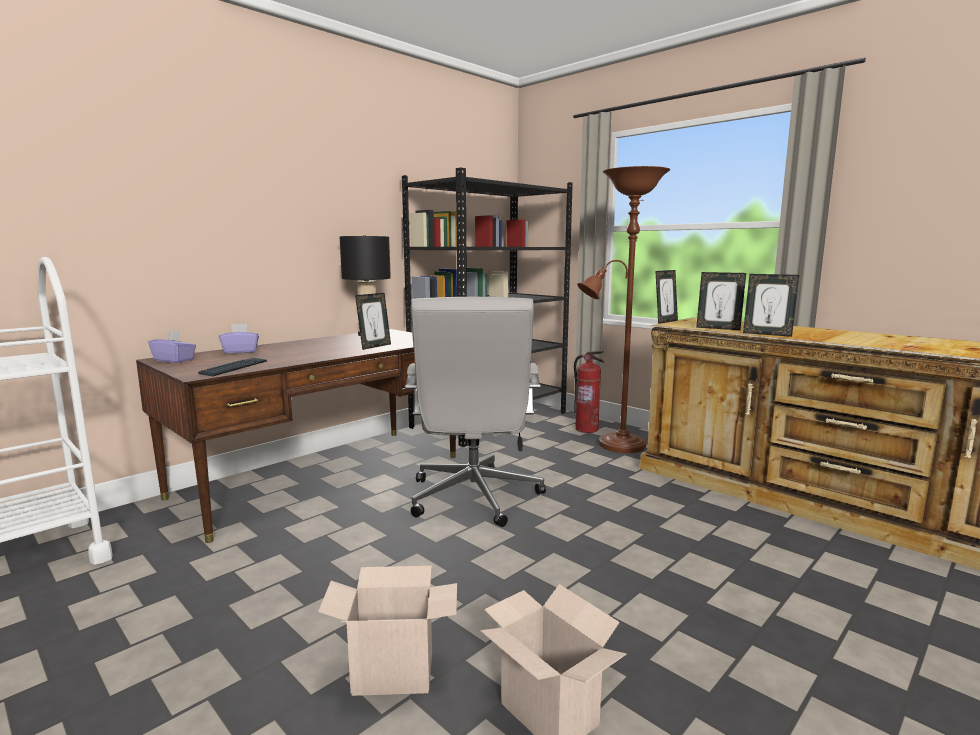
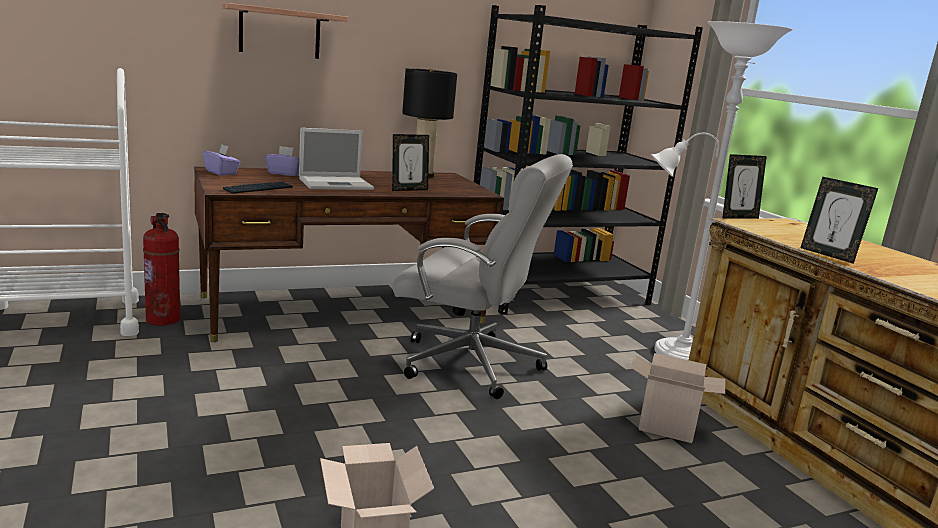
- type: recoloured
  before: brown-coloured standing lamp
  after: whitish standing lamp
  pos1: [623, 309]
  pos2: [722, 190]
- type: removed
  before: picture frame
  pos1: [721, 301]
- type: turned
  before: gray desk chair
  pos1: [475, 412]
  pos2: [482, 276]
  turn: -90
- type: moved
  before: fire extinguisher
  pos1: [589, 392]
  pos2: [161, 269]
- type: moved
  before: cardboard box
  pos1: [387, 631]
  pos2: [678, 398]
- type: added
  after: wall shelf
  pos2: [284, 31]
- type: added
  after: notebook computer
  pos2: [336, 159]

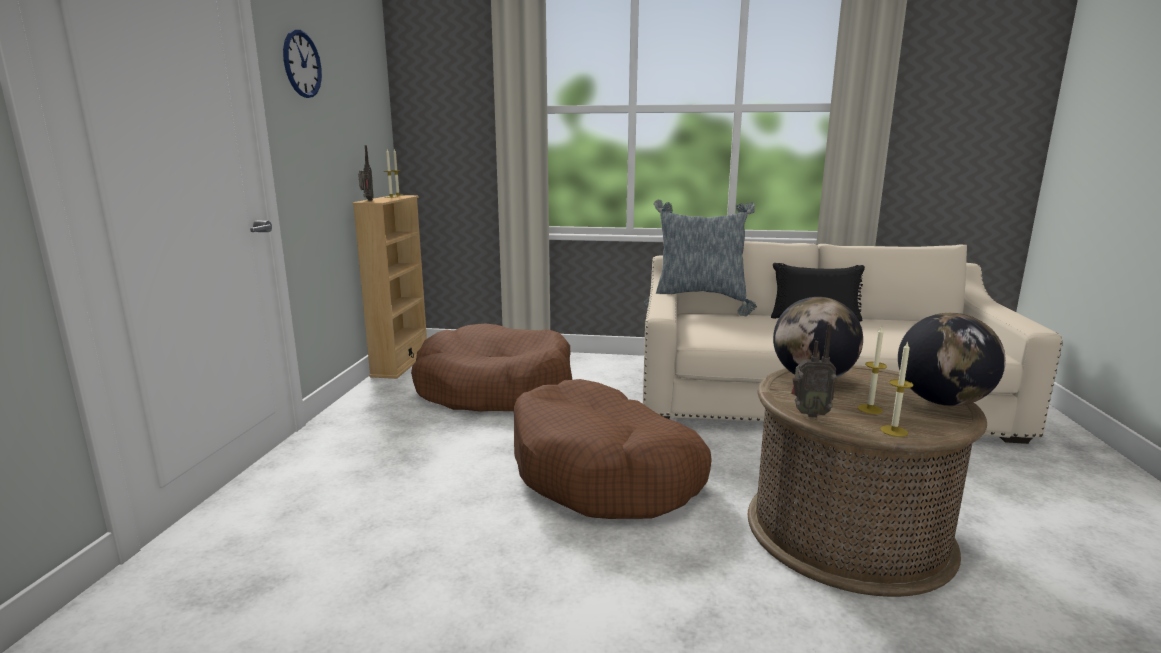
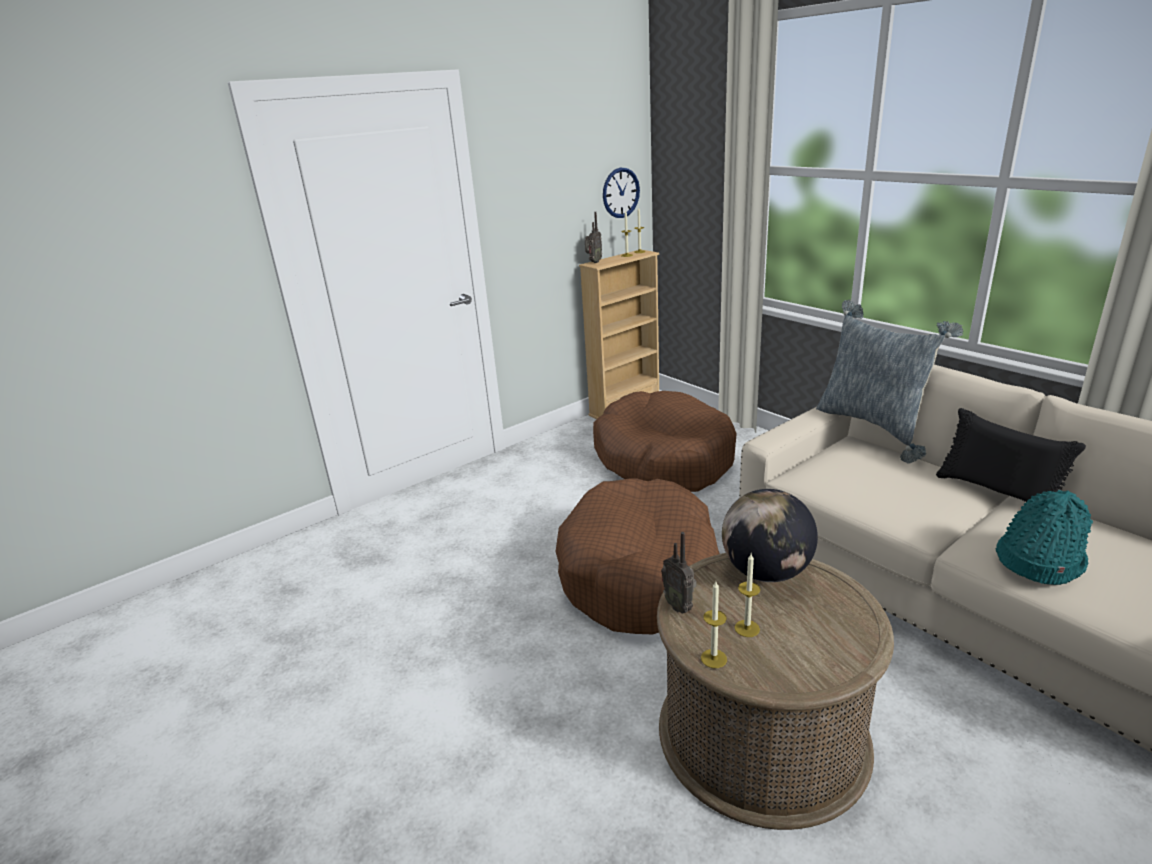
- type: moved
  before: wall clock
  pos1: [302, 64]
  pos2: [621, 193]
- type: removed
  before: desk globe
  pos1: [952, 359]
- type: added
  after: turquoise hat
  pos2: [1044, 537]

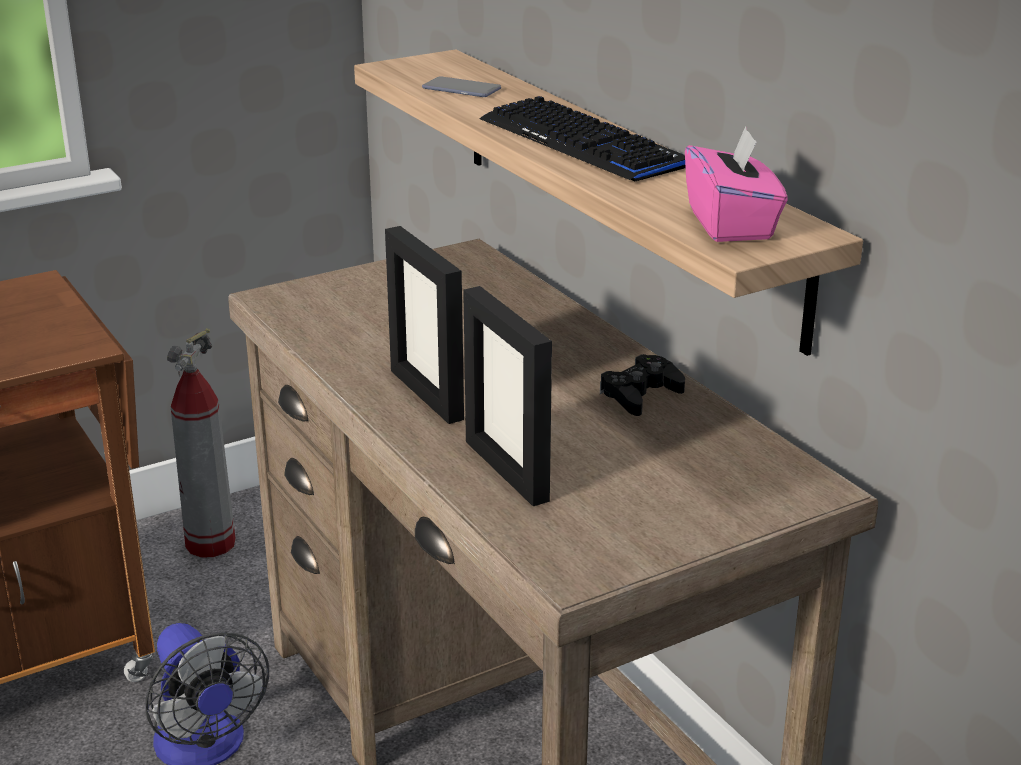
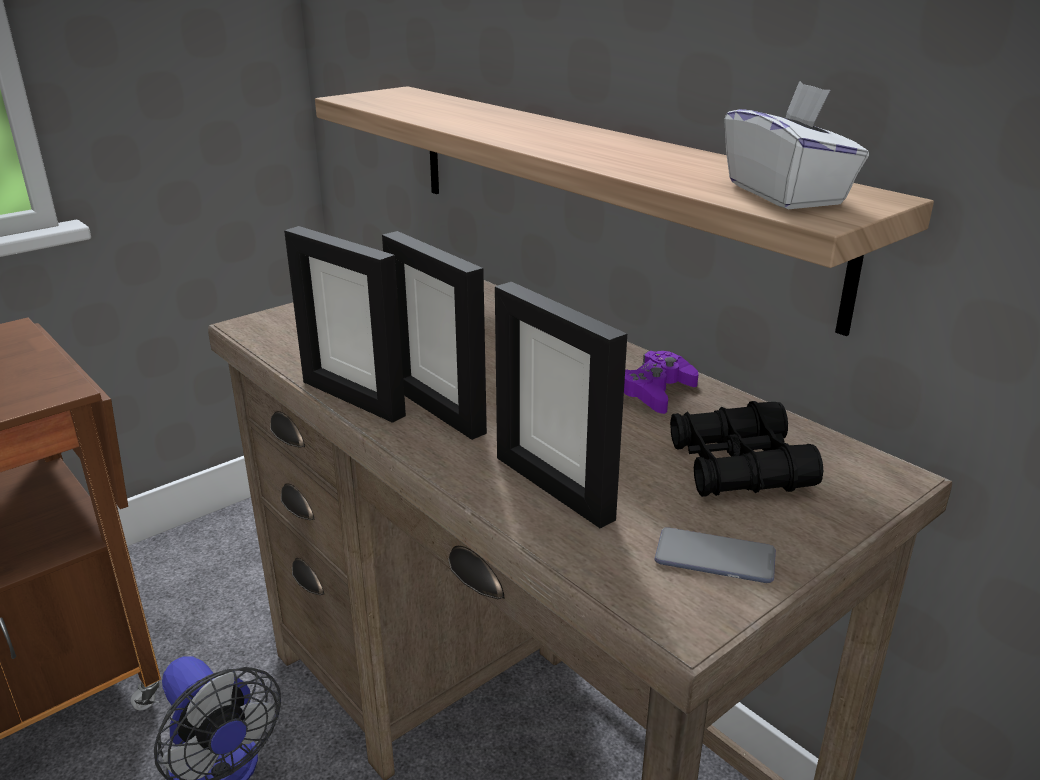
- type: moved
  before: telephone
  pos1: [461, 86]
  pos2: [715, 555]
- type: removed
  before: PC keyboard
  pos1: [583, 138]
- type: recoloured
  before: pink-coloured tissue box
  after: whitish tissue box
  pos1: [736, 184]
  pos2: [796, 145]
- type: removed
  before: fire extinguisher
  pos1: [201, 443]
- type: recoloured
  before: black game controller
  after: purple-coloured game controller
  pos1: [642, 385]
  pos2: [661, 382]
- type: added
  after: picture frame
  pos2: [345, 324]
- type: added
  after: black binoculars
  pos2: [746, 449]

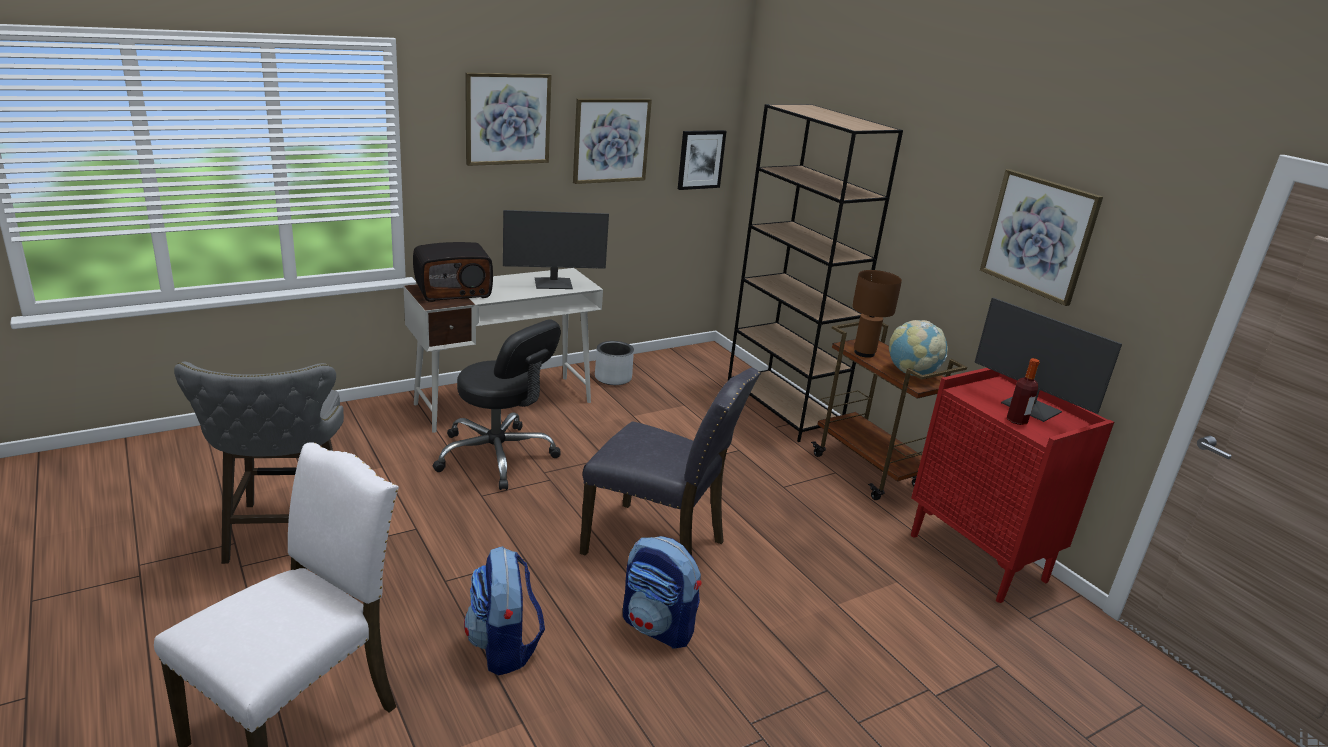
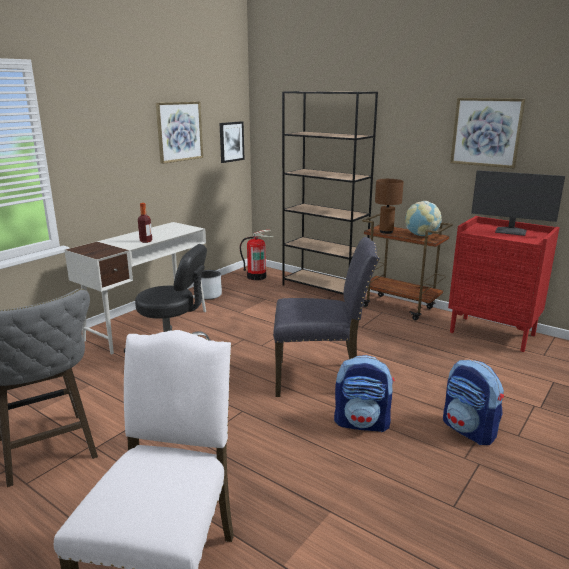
- type: removed
  before: wall art
  pos1: [508, 119]
- type: removed
  before: computer display
  pos1: [556, 249]
- type: removed
  before: radio set
  pos1: [453, 272]
- type: moved
  before: bottle
  pos1: [1023, 391]
  pos2: [145, 223]
- type: moved
  before: backpack
  pos1: [504, 610]
  pos2: [473, 402]
- type: added
  after: fire extinguisher
  pos2: [256, 255]

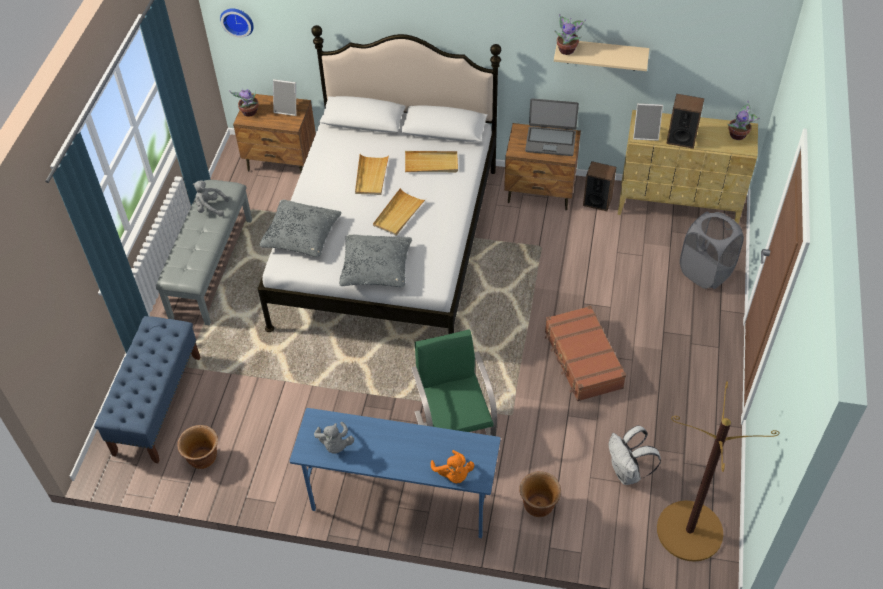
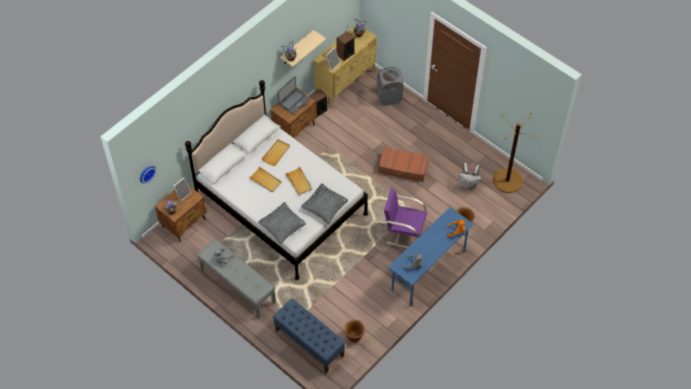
- type: recoloured
  before: greenish plain chair
  after: purple-coloured plain chair
  pos1: [454, 382]
  pos2: [405, 218]

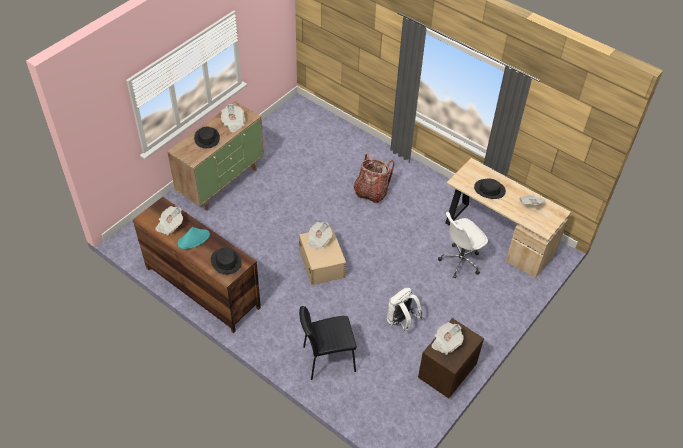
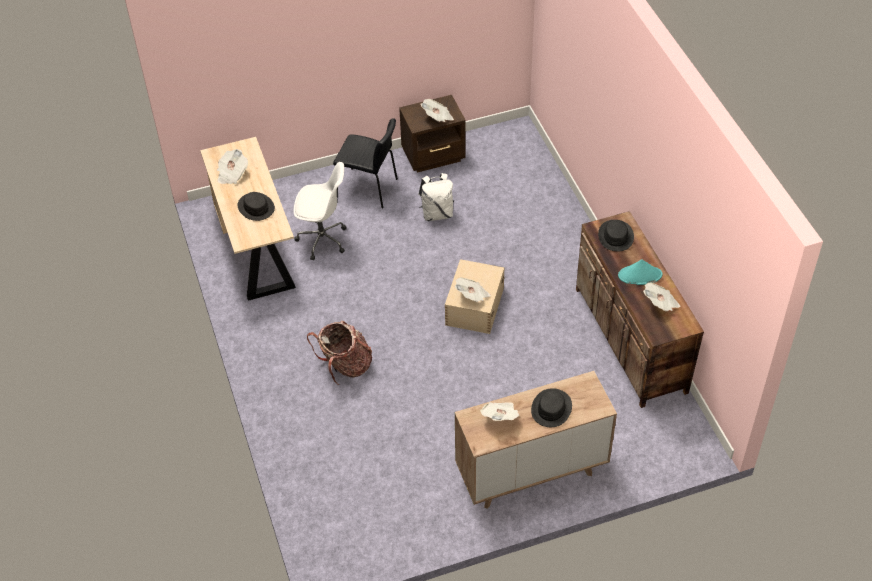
- type: moved
  before: black plain chair
  pos1: [328, 343]
  pos2: [365, 163]

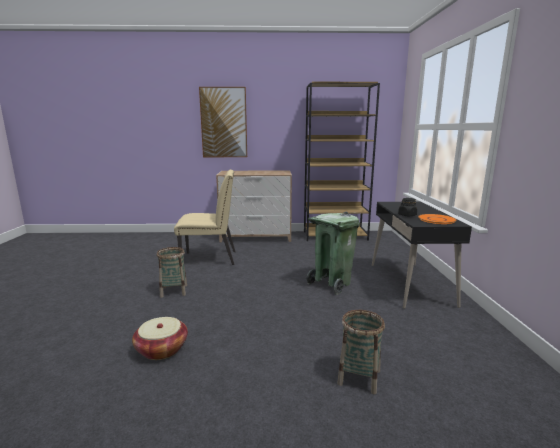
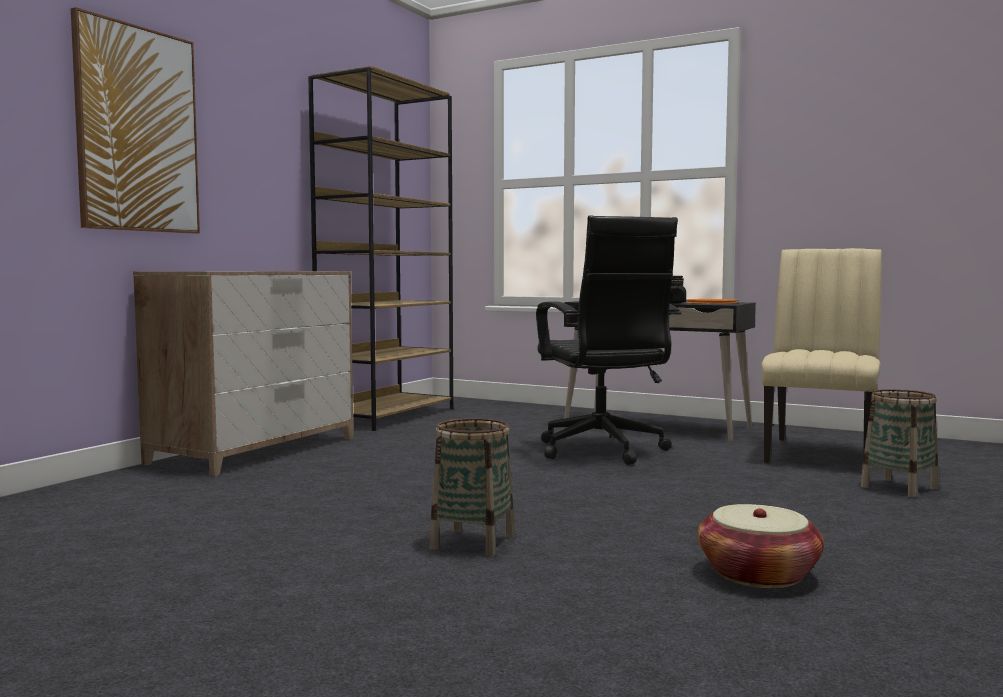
- type: moved
  before: beige-coloured plain chair
  pos1: [205, 217]
  pos2: [822, 355]
- type: replaced
  before: greenish rubbish bin
  after: black desk chair
  pos1: [333, 253]
  pos2: [609, 340]

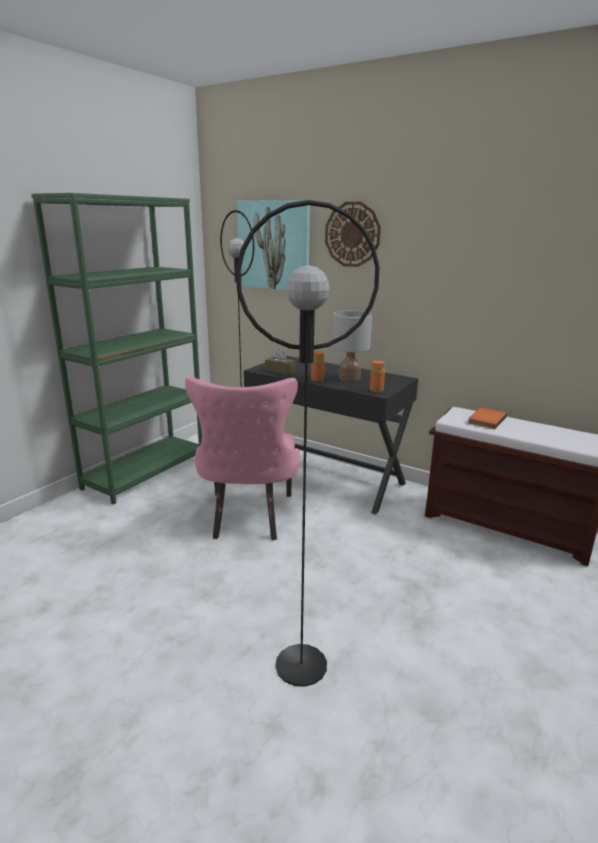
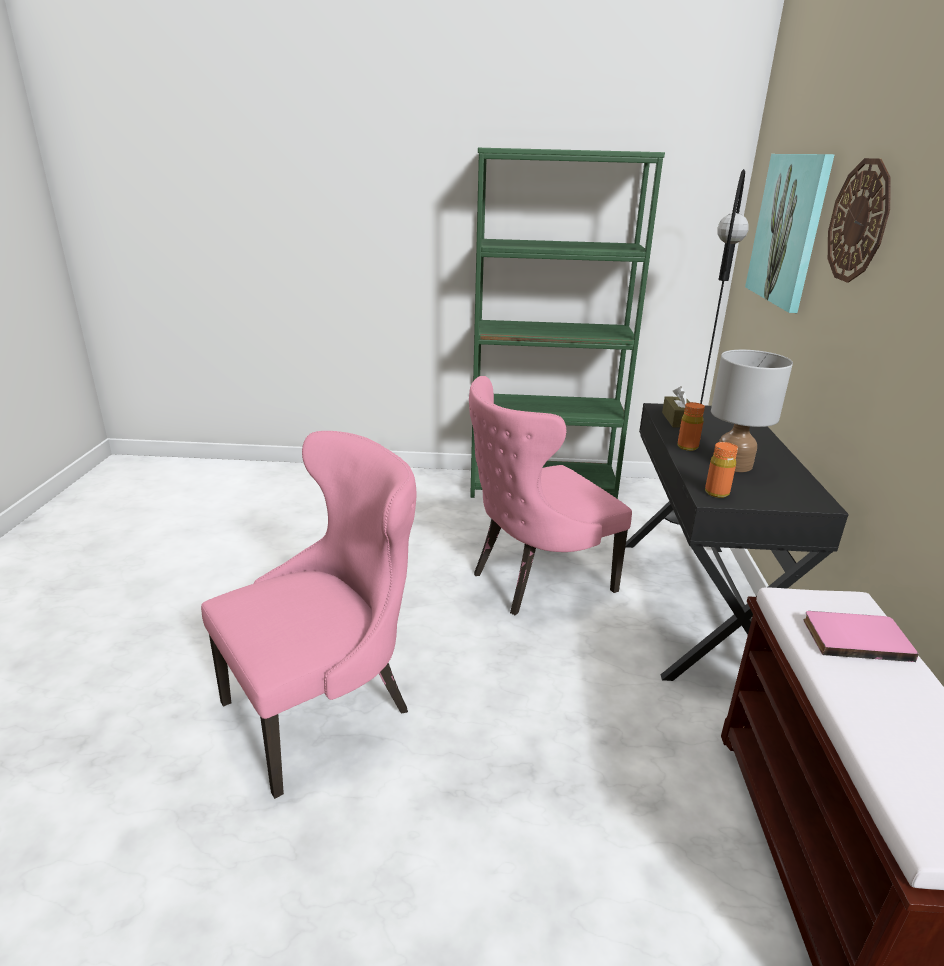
- type: replaced
  before: black standing lamp
  after: pink-coloured plain chair
  pos1: [308, 443]
  pos2: [309, 615]
- type: recoloured
  before: orange bound book
  after: pink-coloured bound book
  pos1: [487, 418]
  pos2: [861, 636]

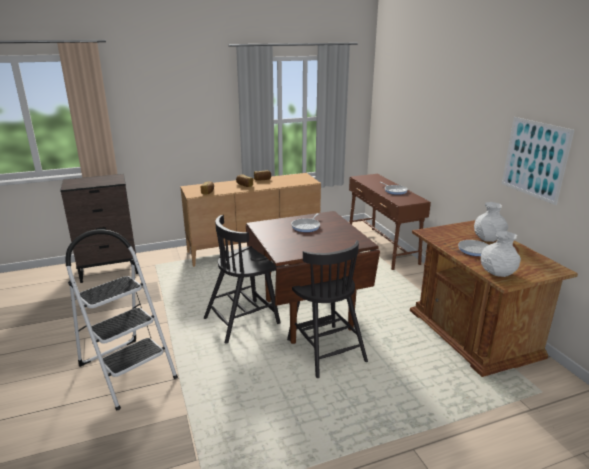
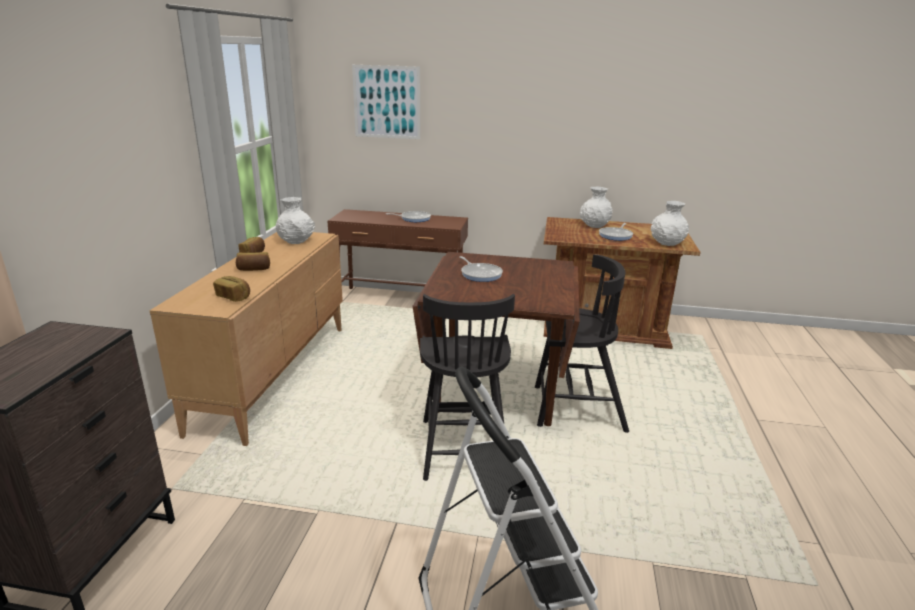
- type: moved
  before: wall art
  pos1: [538, 161]
  pos2: [386, 102]
- type: added
  after: whitish flower vase
  pos2: [295, 220]

